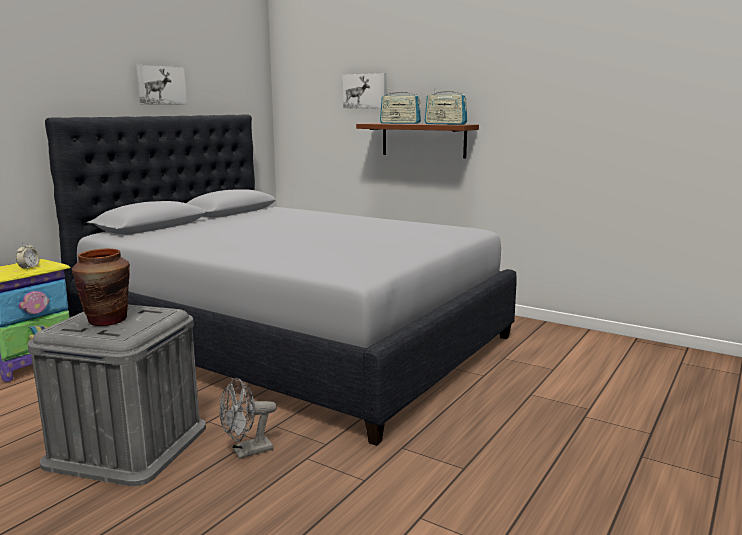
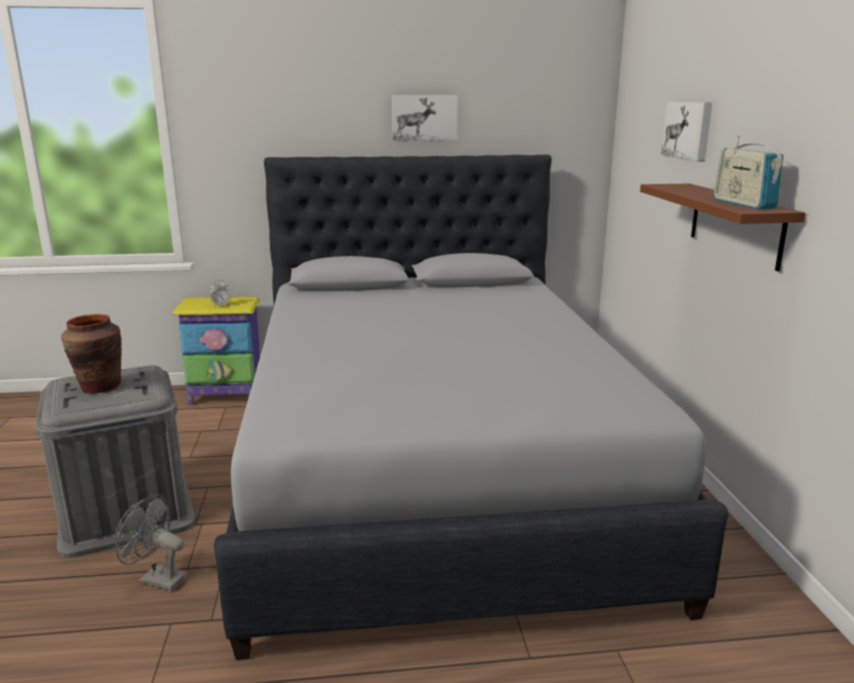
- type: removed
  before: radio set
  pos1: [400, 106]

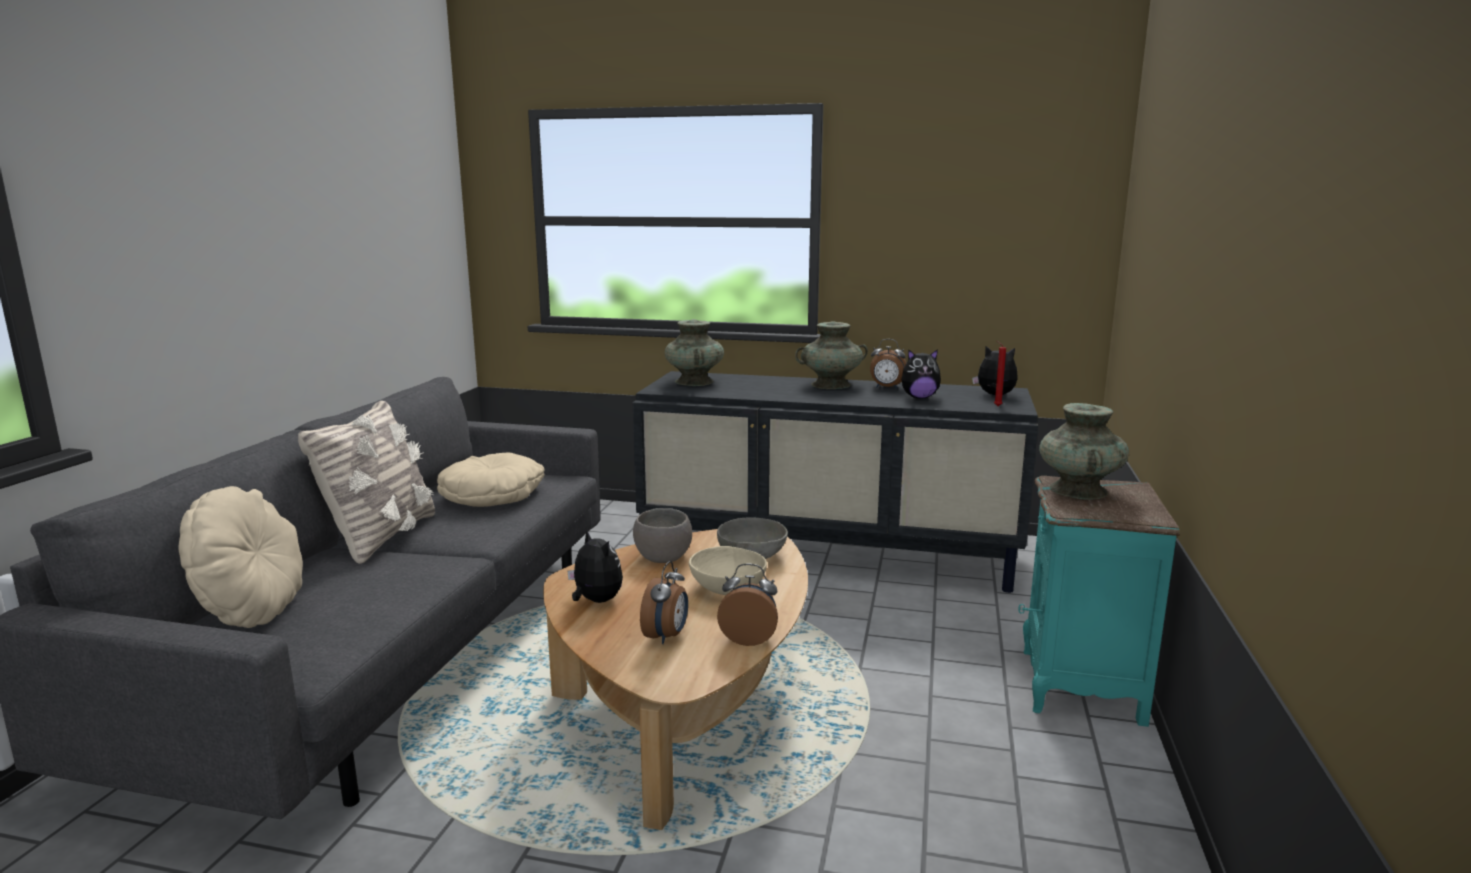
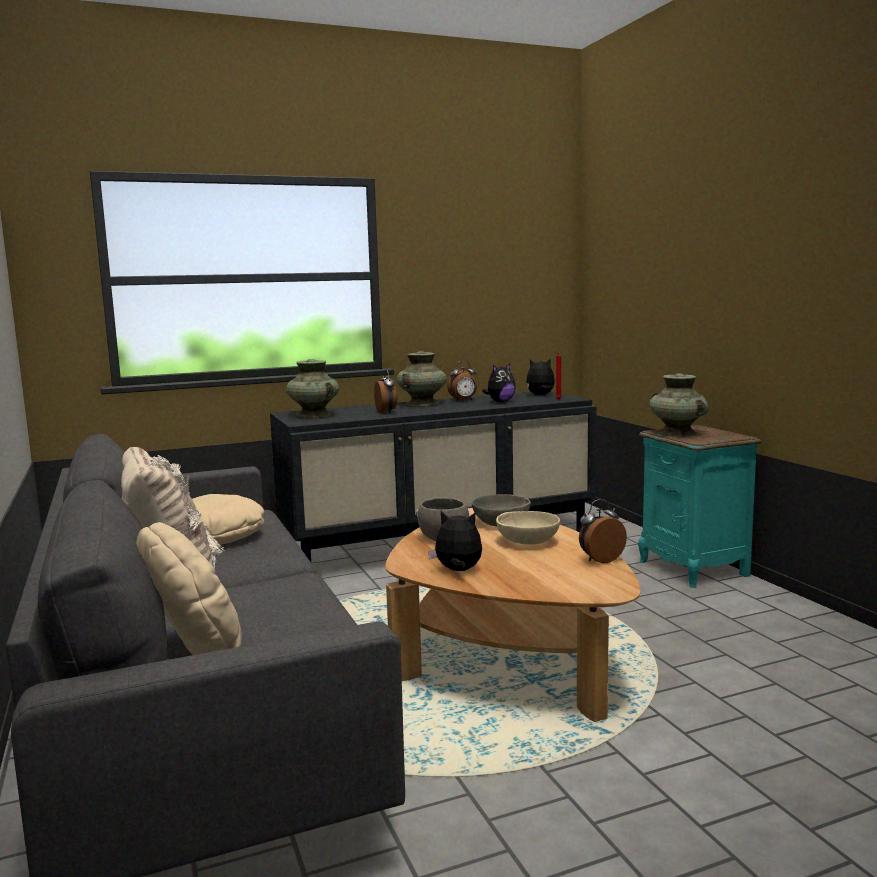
- type: moved
  before: table clock
  pos1: [664, 602]
  pos2: [385, 391]

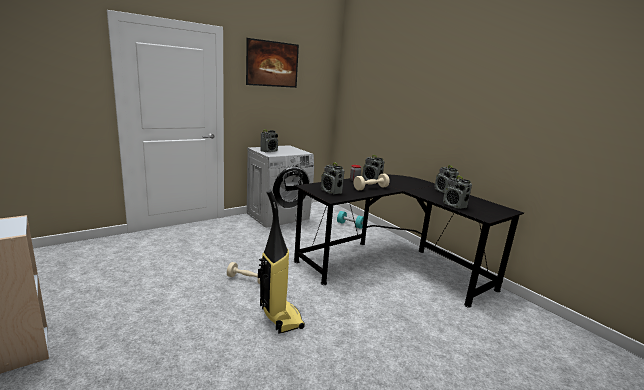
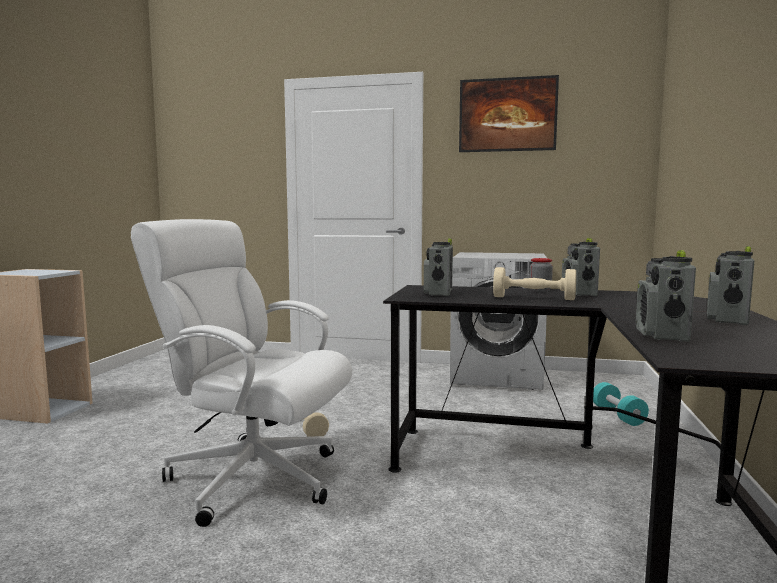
- type: removed
  before: radio set
  pos1: [269, 140]
- type: replaced
  before: vacuum cleaner
  after: whitish desk chair
  pos1: [281, 262]
  pos2: [241, 373]

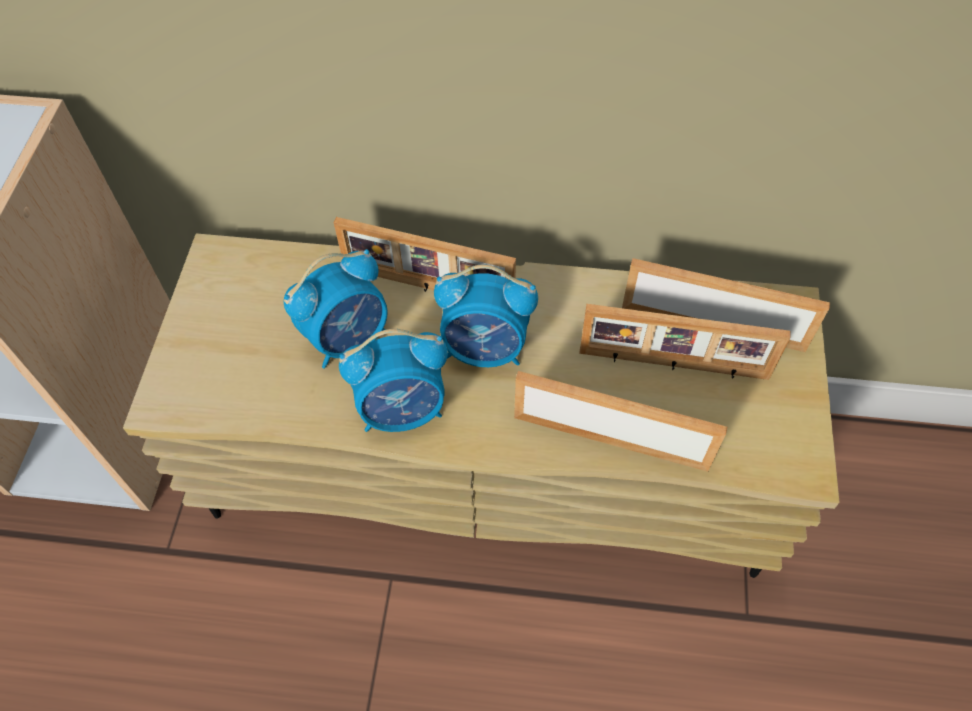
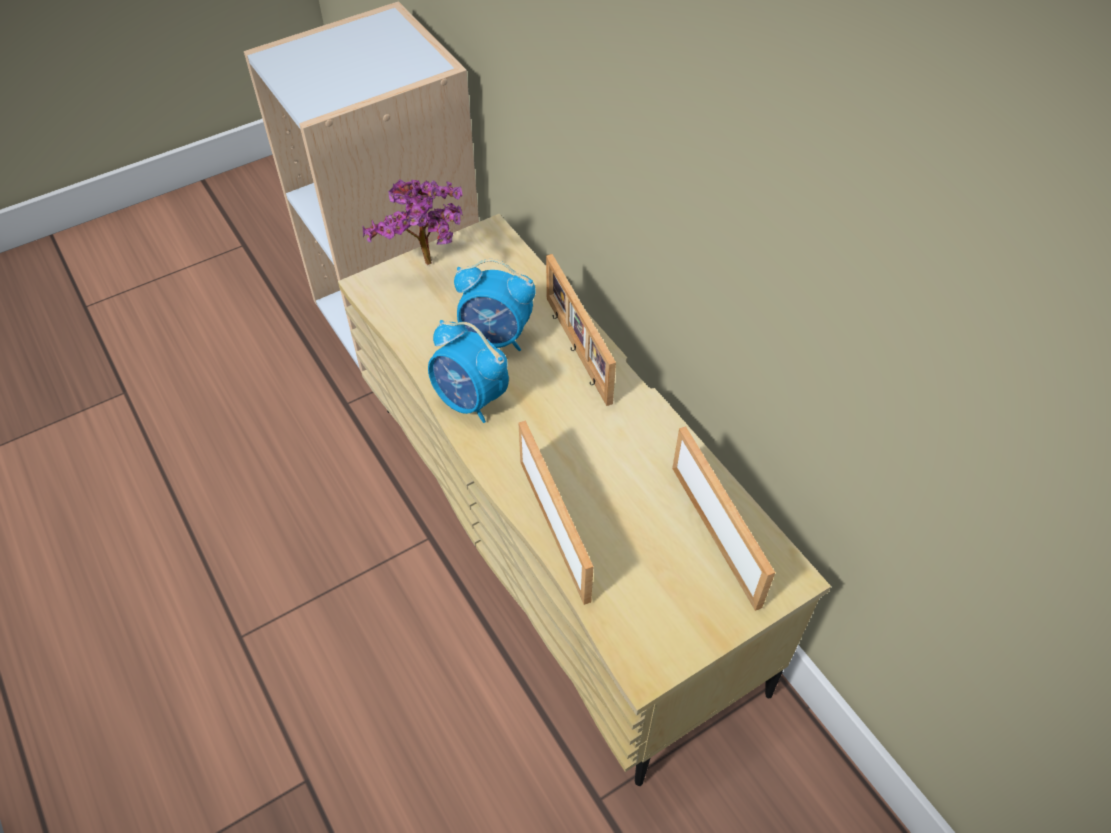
- type: removed
  before: table clock
  pos1: [486, 316]
- type: removed
  before: picture frame
  pos1: [684, 342]
- type: added
  after: plant in a pot
  pos2: [412, 222]

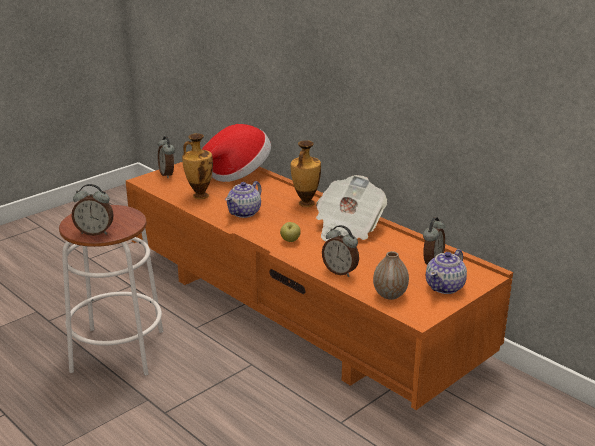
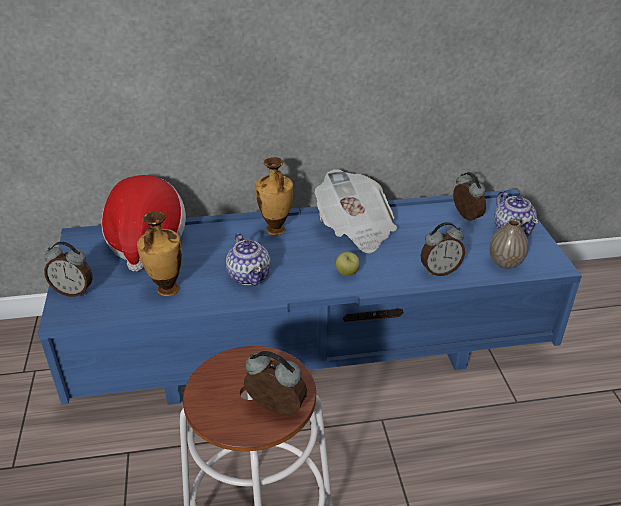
- type: recoloured
  before: orange tv unit
  after: blue-coloured tv unit
  pos1: [319, 286]
  pos2: [310, 297]
- type: turned
  before: table clock
  pos1: [93, 210]
  pos2: [275, 383]
  turn: -105

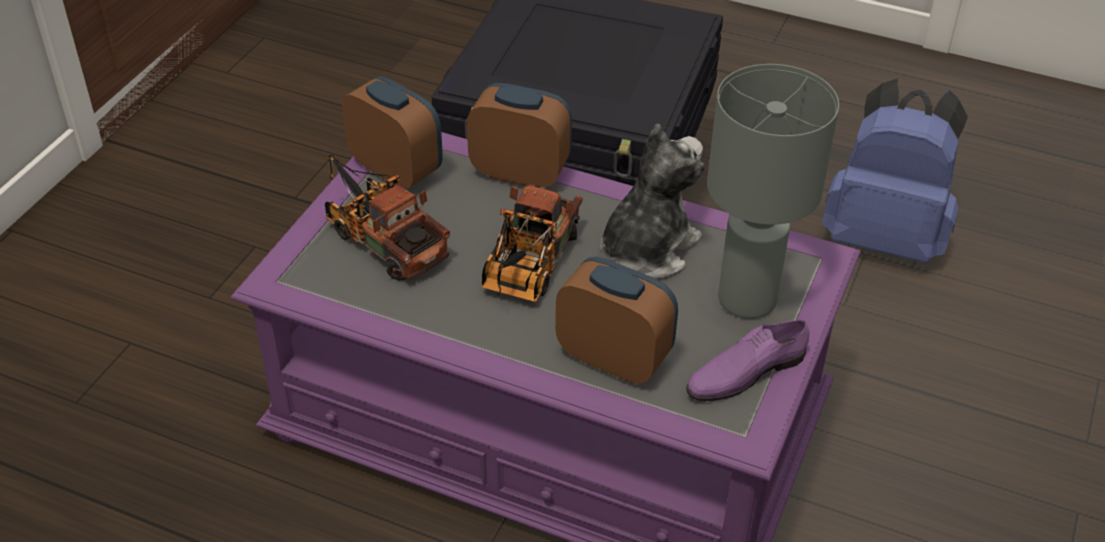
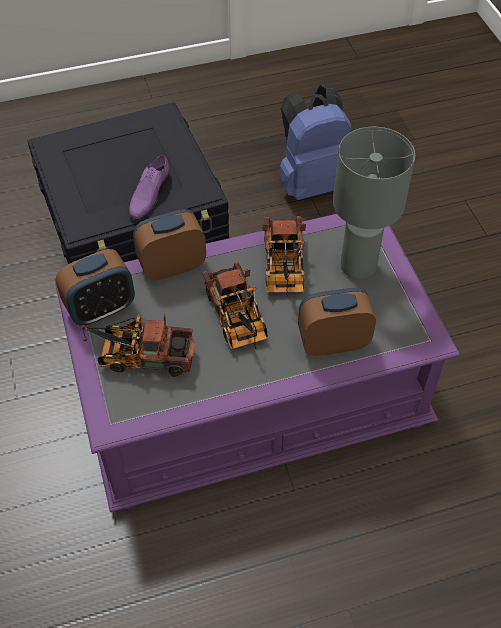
- type: turned
  before: table clock
  pos1: [392, 132]
  pos2: [95, 287]
  turn: 150
- type: replaced
  before: plush toy
  after: model truck
  pos1: [652, 201]
  pos2: [284, 254]
- type: moved
  before: purple-coloured shoe
  pos1: [747, 360]
  pos2: [149, 187]

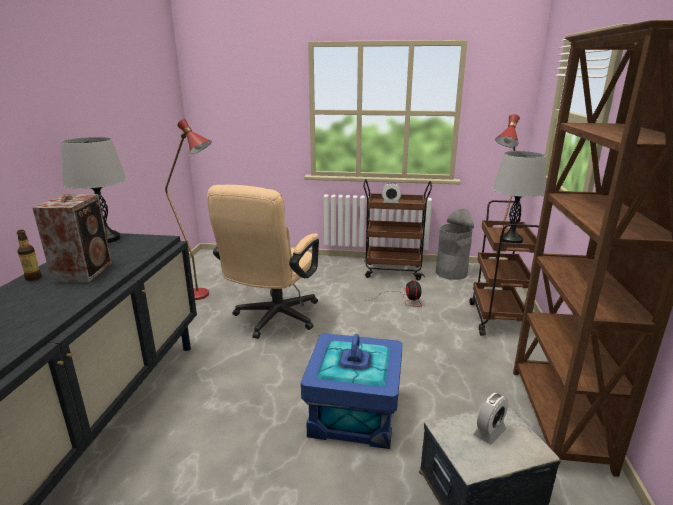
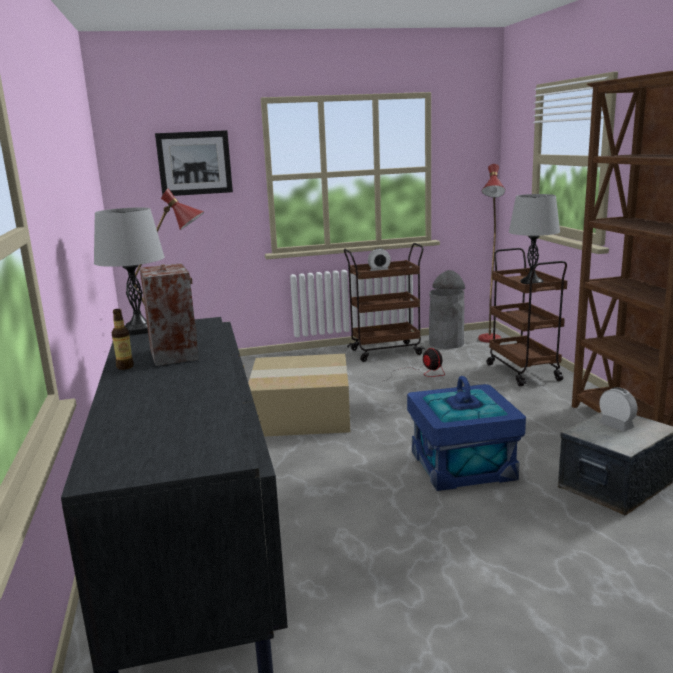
- type: replaced
  before: beige-coloured desk chair
  after: cardboard box
  pos1: [263, 262]
  pos2: [299, 395]
- type: turned
  before: table clock
  pos1: [490, 419]
  pos2: [618, 409]
  turn: -60
- type: added
  after: wall art
  pos2: [194, 163]

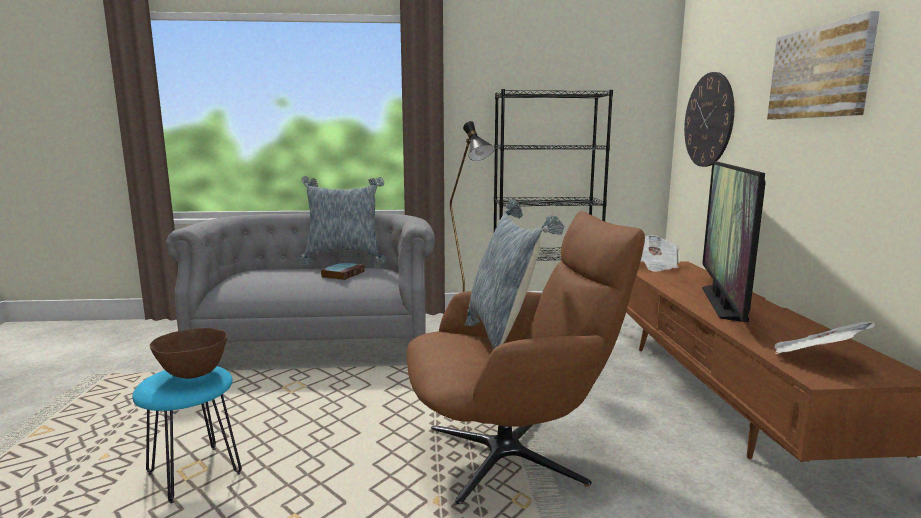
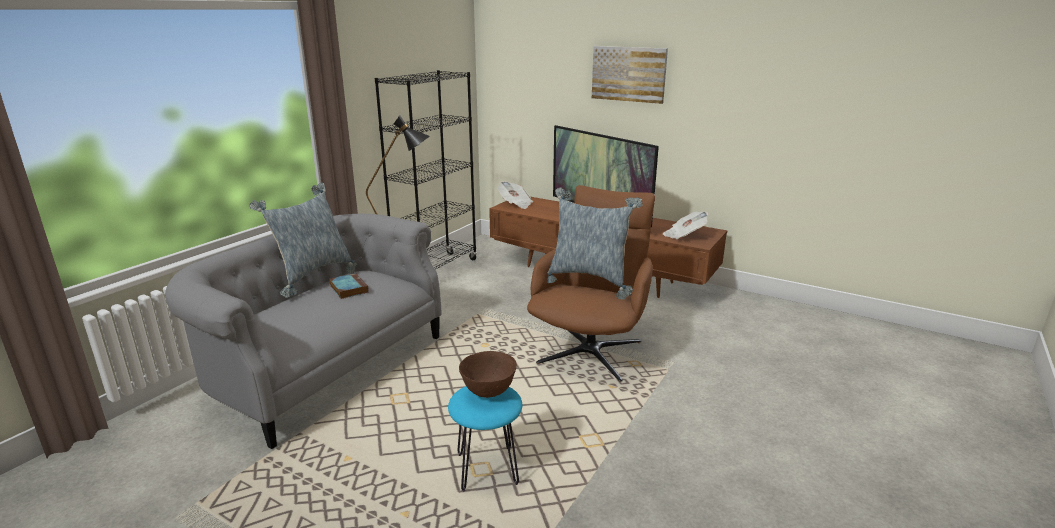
- type: removed
  before: wall clock
  pos1: [709, 119]

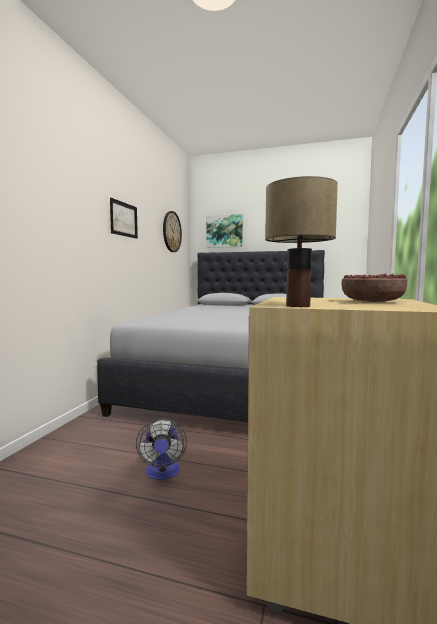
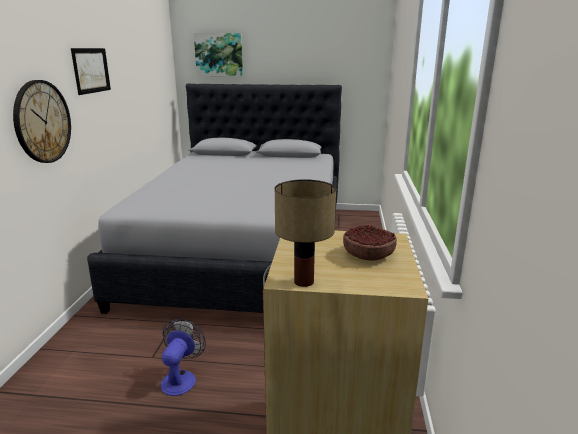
- type: moved
  before: wall clock
  pos1: [172, 231]
  pos2: [42, 121]
- type: turned
  before: electric fan
  pos1: [161, 449]
  pos2: [183, 357]
  turn: -150

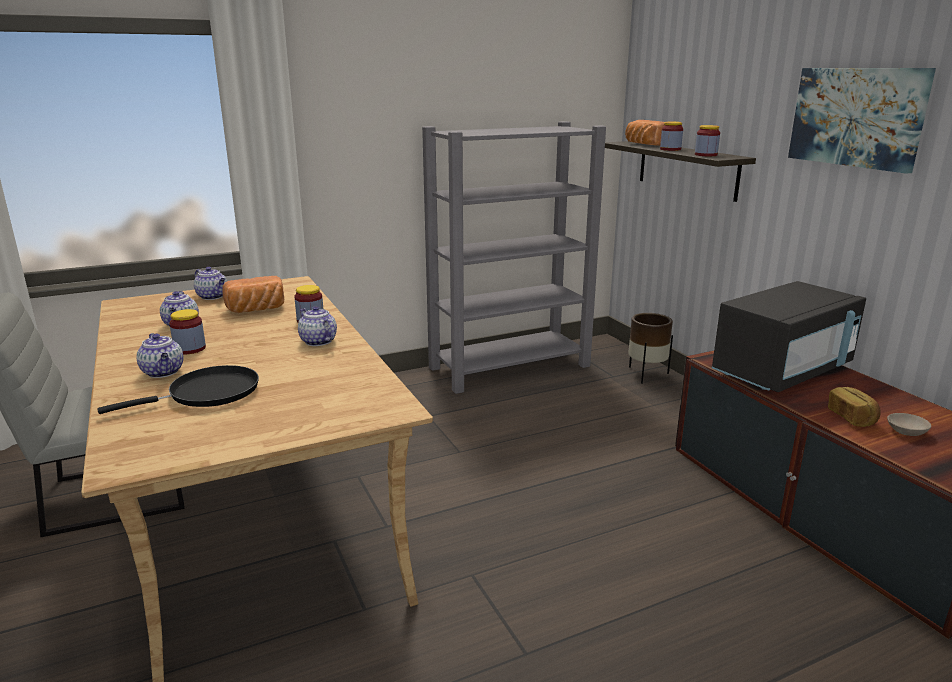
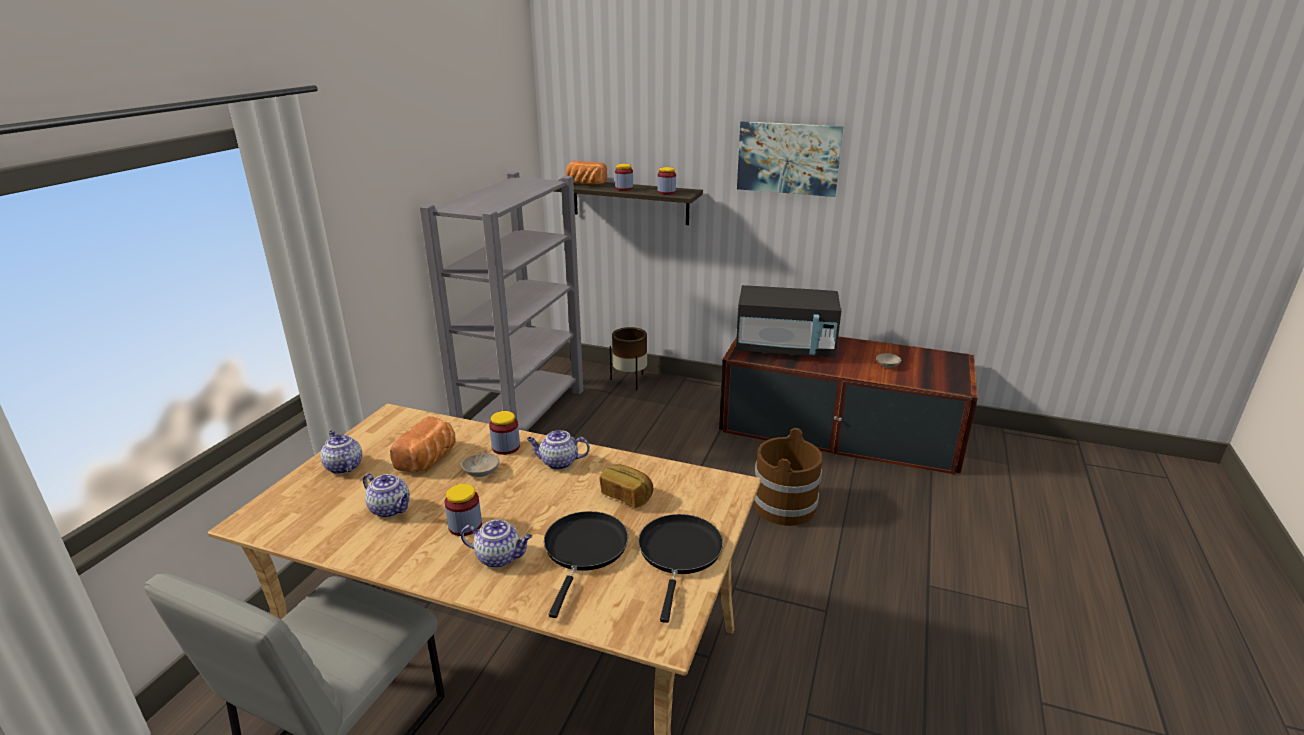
- type: turned
  before: tea pot
  pos1: [210, 283]
  pos2: [341, 452]
  turn: -120
- type: turned
  before: black microwave
  pos1: [789, 336]
  pos2: [788, 321]
  turn: 90
- type: moved
  before: bread
  pos1: [854, 407]
  pos2: [626, 486]
- type: added
  after: brown-coloured bucket
  pos2: [788, 477]
- type: added
  after: beige-coloured deep dish
  pos2: [480, 465]
- type: added
  after: black skillet
  pos2: [680, 568]

